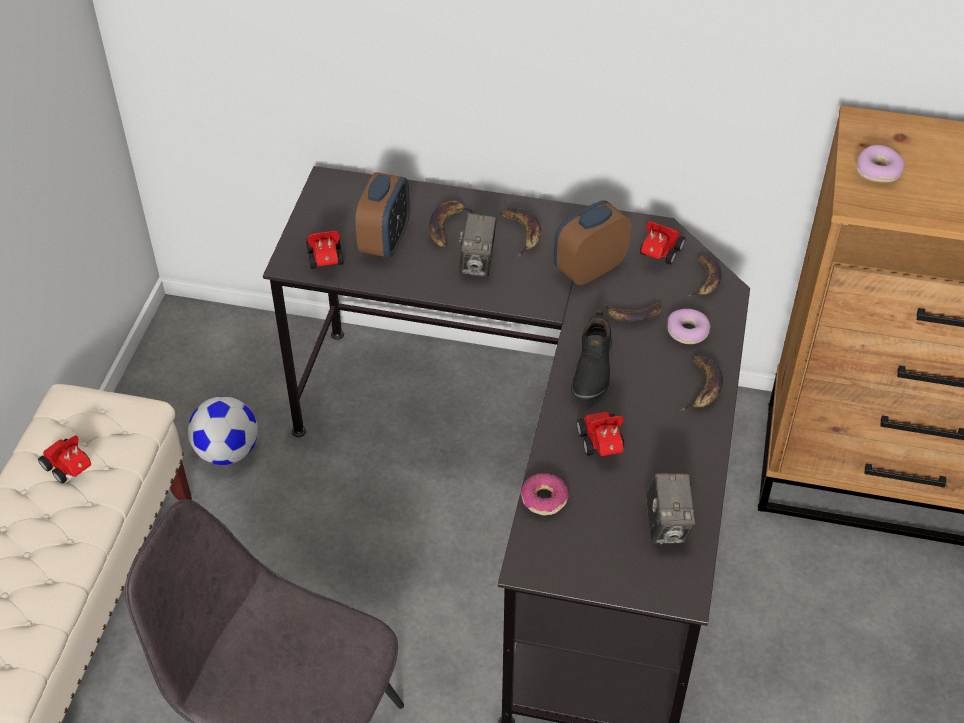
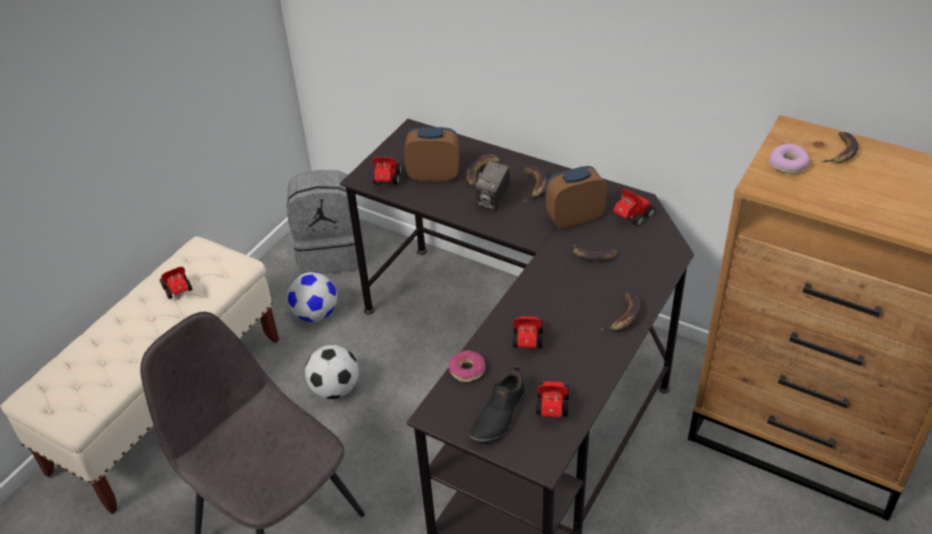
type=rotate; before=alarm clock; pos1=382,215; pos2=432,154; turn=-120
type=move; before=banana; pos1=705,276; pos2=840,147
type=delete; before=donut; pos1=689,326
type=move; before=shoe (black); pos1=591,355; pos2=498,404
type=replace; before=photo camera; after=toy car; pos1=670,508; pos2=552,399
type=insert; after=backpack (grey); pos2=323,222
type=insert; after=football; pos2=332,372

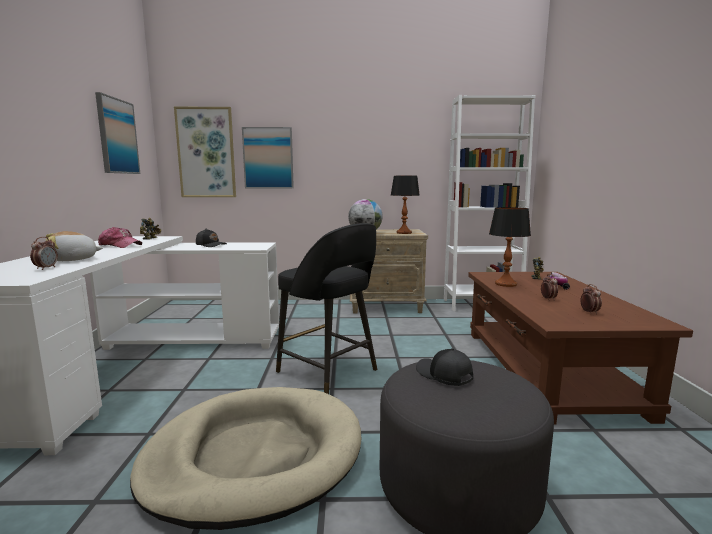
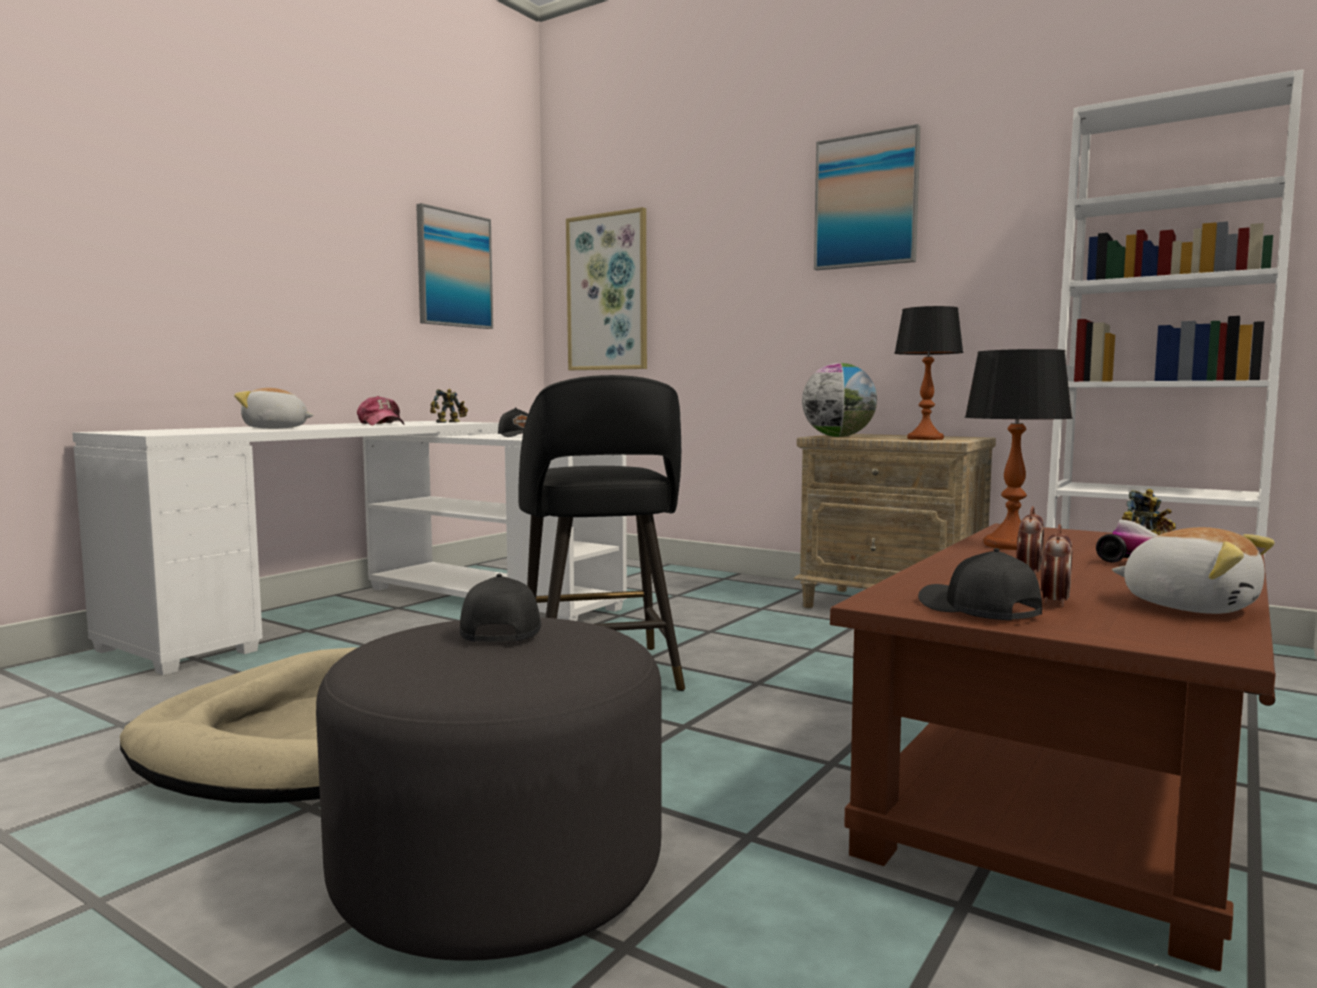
type=move; before=picture; pos1=268,158; pos2=867,197
type=delete; before=alarm clock; pos1=44,253
type=insert; after=plush toy; pos2=1193,570
type=insert; after=cap (black); pos2=980,584

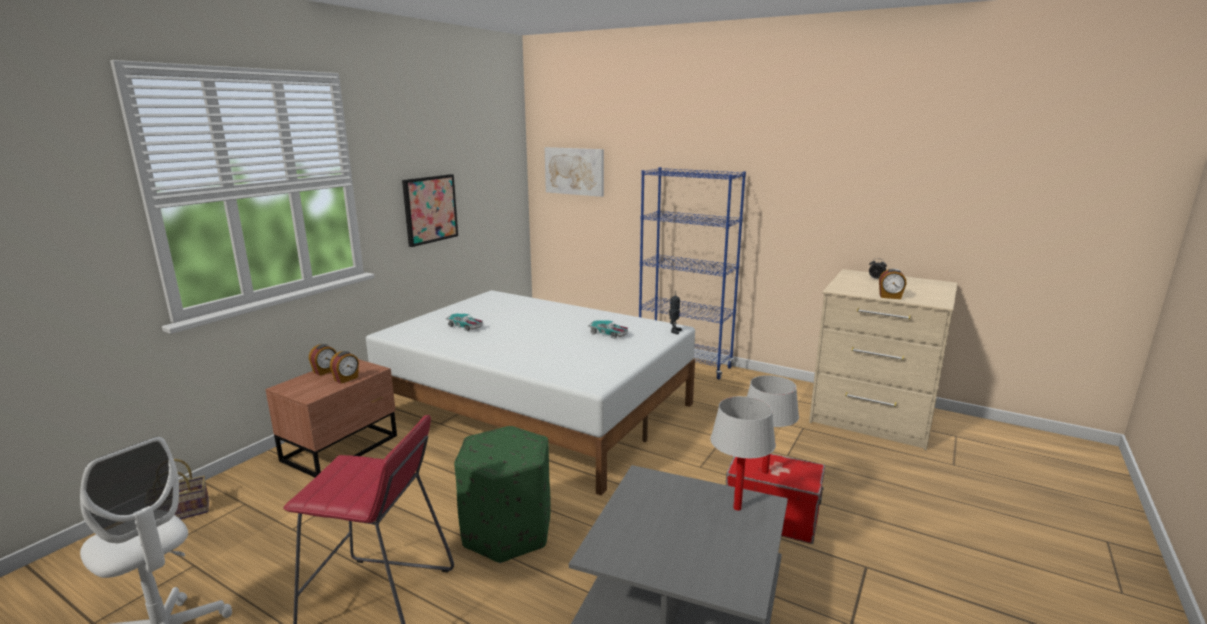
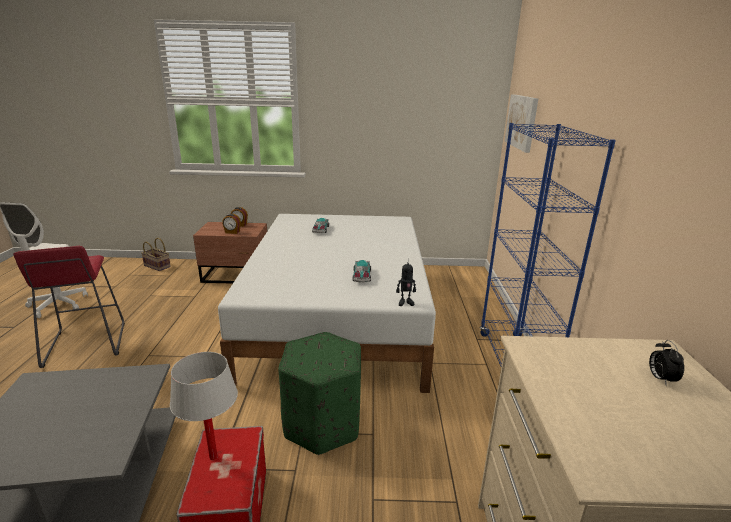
type=delete; before=picture; pos1=430,210
type=delete; before=alarm clock; pos1=892,284
type=delete; before=table lamp (white); pos1=743,453
type=move; before=ottoman (green); pos1=502,494; pos2=319,393

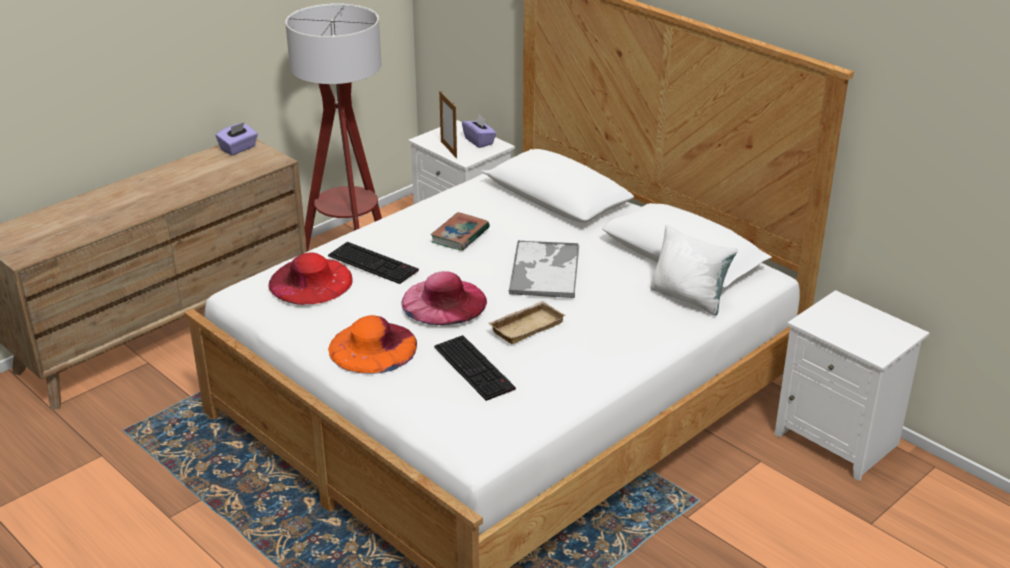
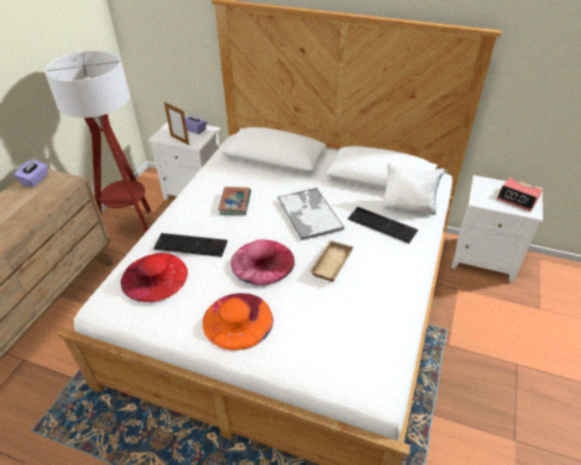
type=move; before=keyboard; pos1=475,368; pos2=383,225
type=insert; after=alarm clock; pos2=519,195

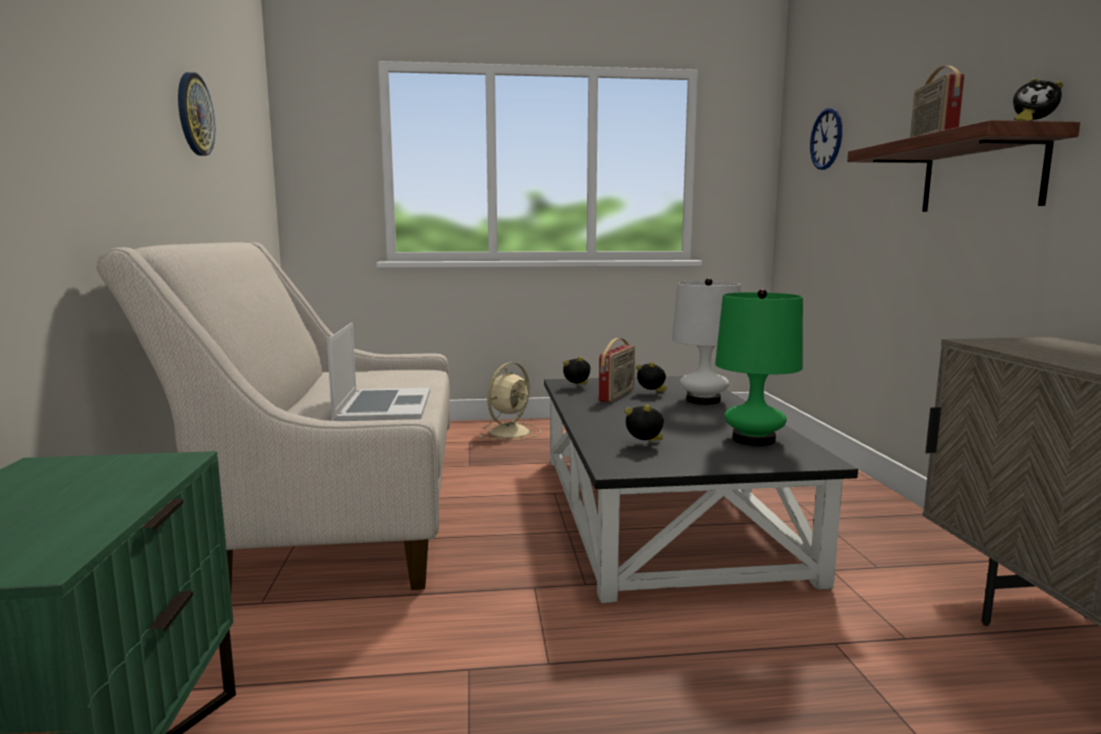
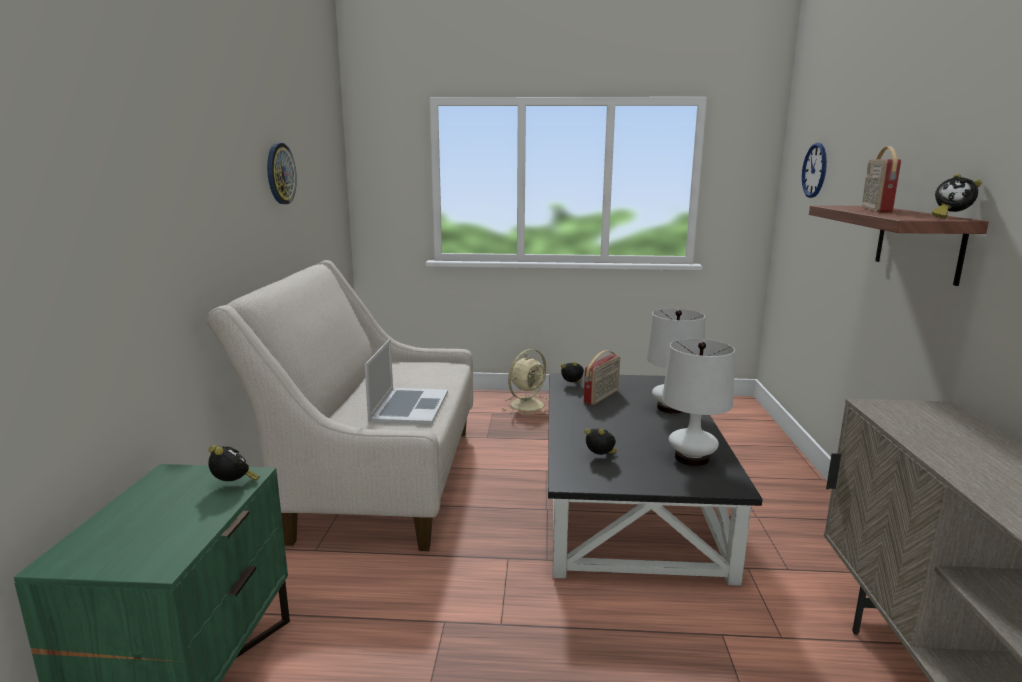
type=recolor; before=table lamp (green); after=table lamp (white); pos1=759,367; pos2=698,402
type=move; before=alarm clock; pos1=651,377; pos2=234,463

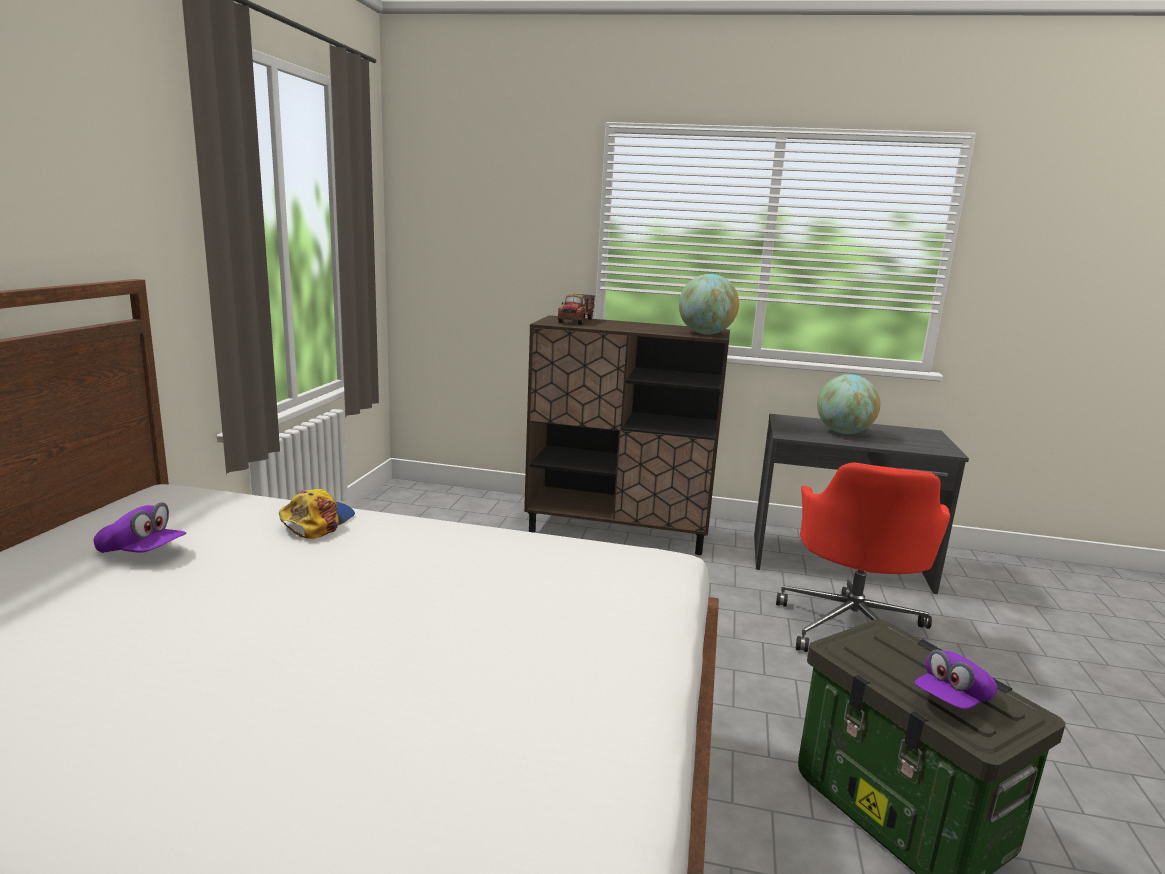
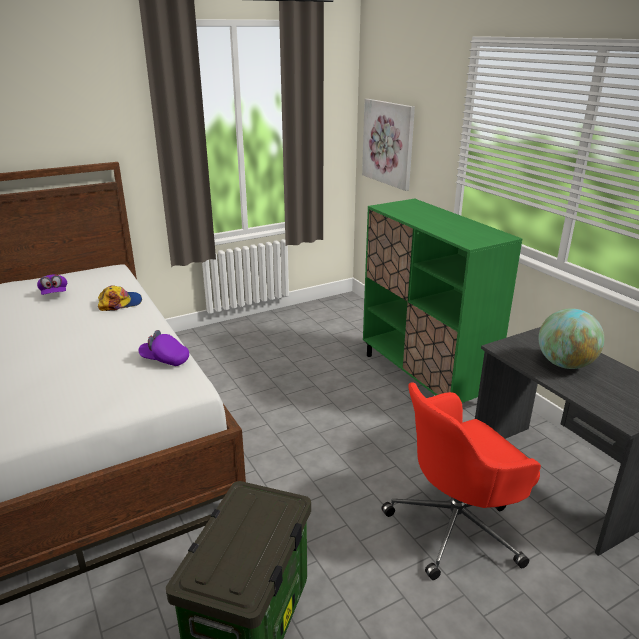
type=delete; before=globe; pos1=709,304
type=delete; before=toy truck; pos1=576,309
type=recolor; before=cabinet (brown); after=cabinet (green); pos1=627,435; pos2=442,301
type=move; before=cap (purple); pos1=955,679; pos2=164,348
type=insert; after=picture; pos2=388,145

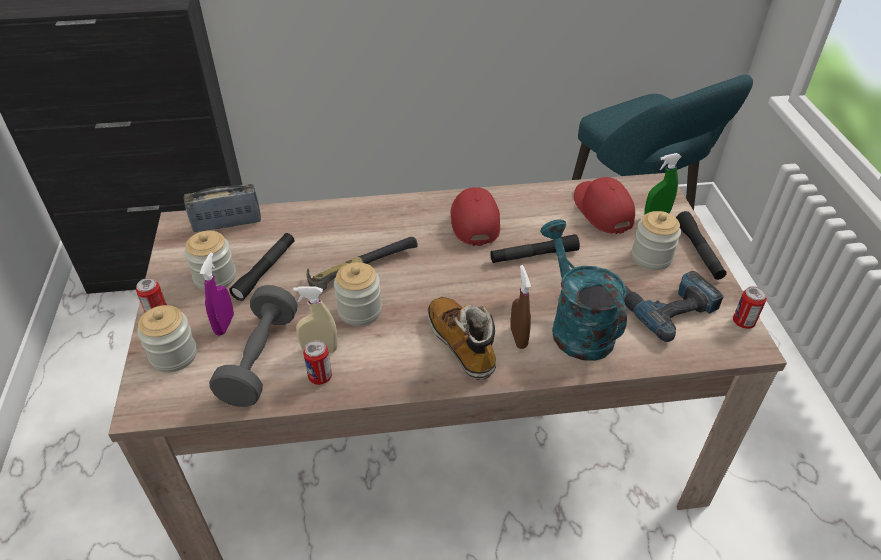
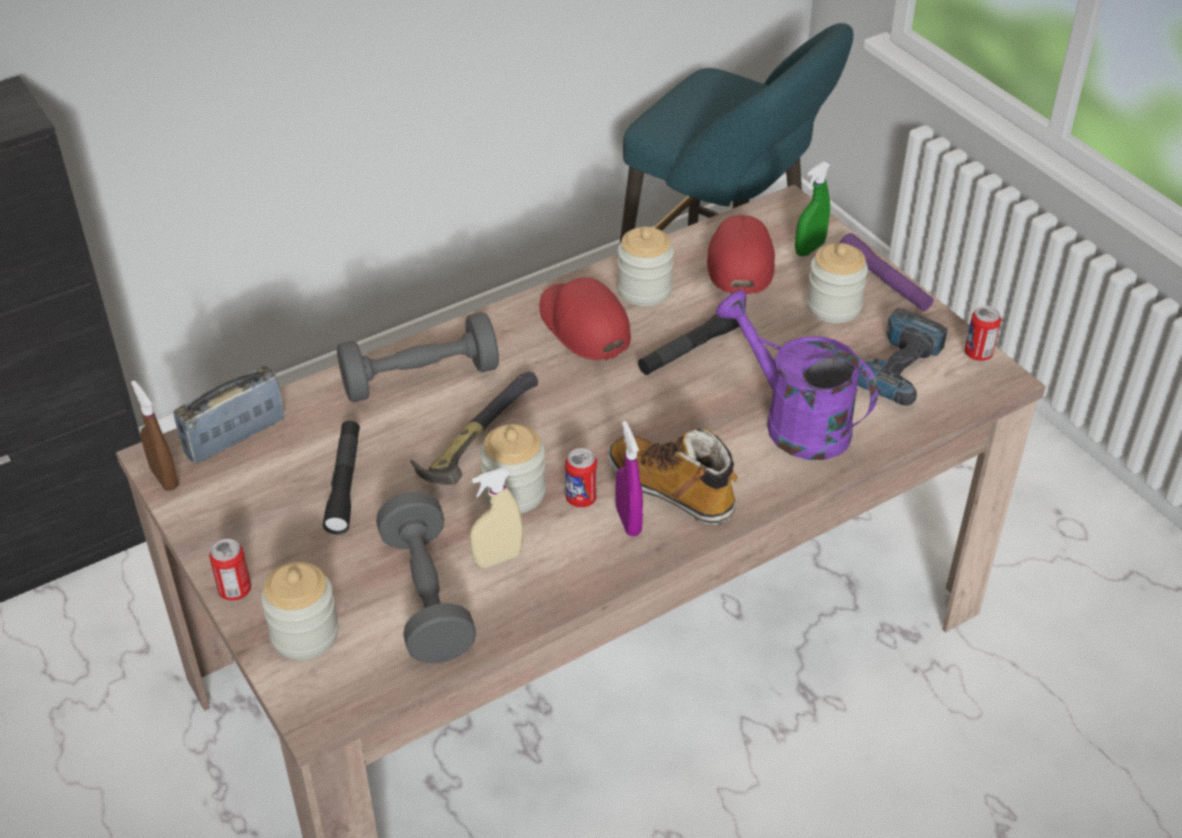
type=rotate; before=cap (red); pos1=604,205; pos2=741,254; turn=45
type=recolor; before=flashlight (black); after=flashlight (purple); pos1=701,245; pos2=886,272
type=recolor; before=watering can (turquoise); after=watering can (purple); pos1=583,290; pos2=797,375
type=move; before=jar; pos1=210,261; pos2=645,266
type=move; before=spray bottle (purple); pos1=217,294; pos2=629,478
type=move; before=spray bottle (brown); pos1=520,307; pos2=155,436
type=move; before=can; pos1=317,362; pos2=581,478
type=insert; after=dumbbell (grey); pos2=418,357

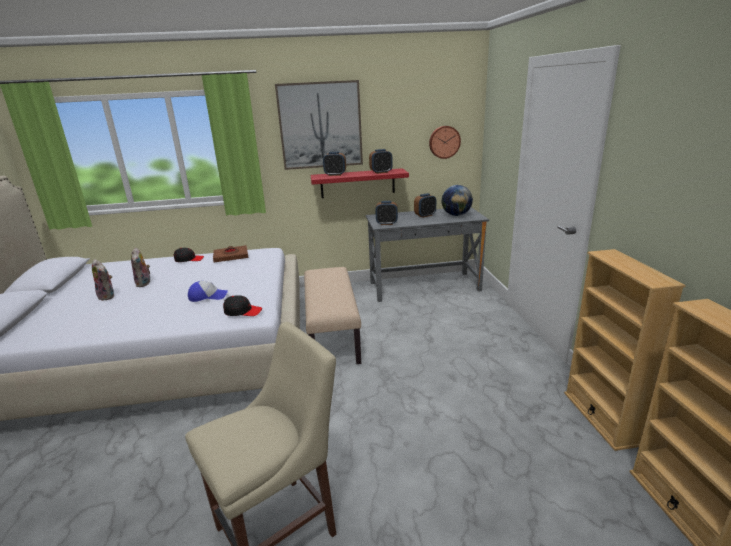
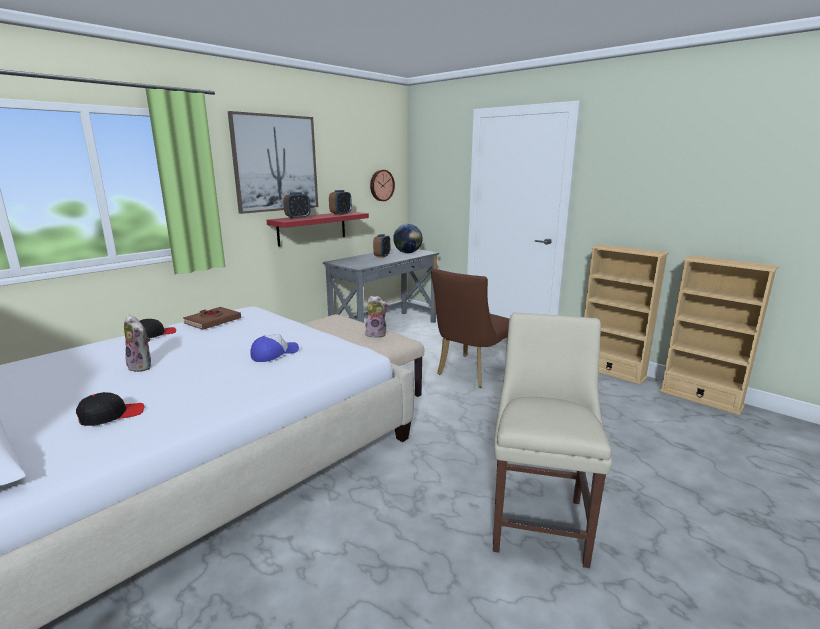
type=delete; before=alarm clock; pos1=386,213
type=move; before=plush toy; pos1=103,280; pos2=377,317
type=move; before=cap (black); pos1=242,305; pos2=110,409
type=insert; after=chair (brown); pos2=470,328

